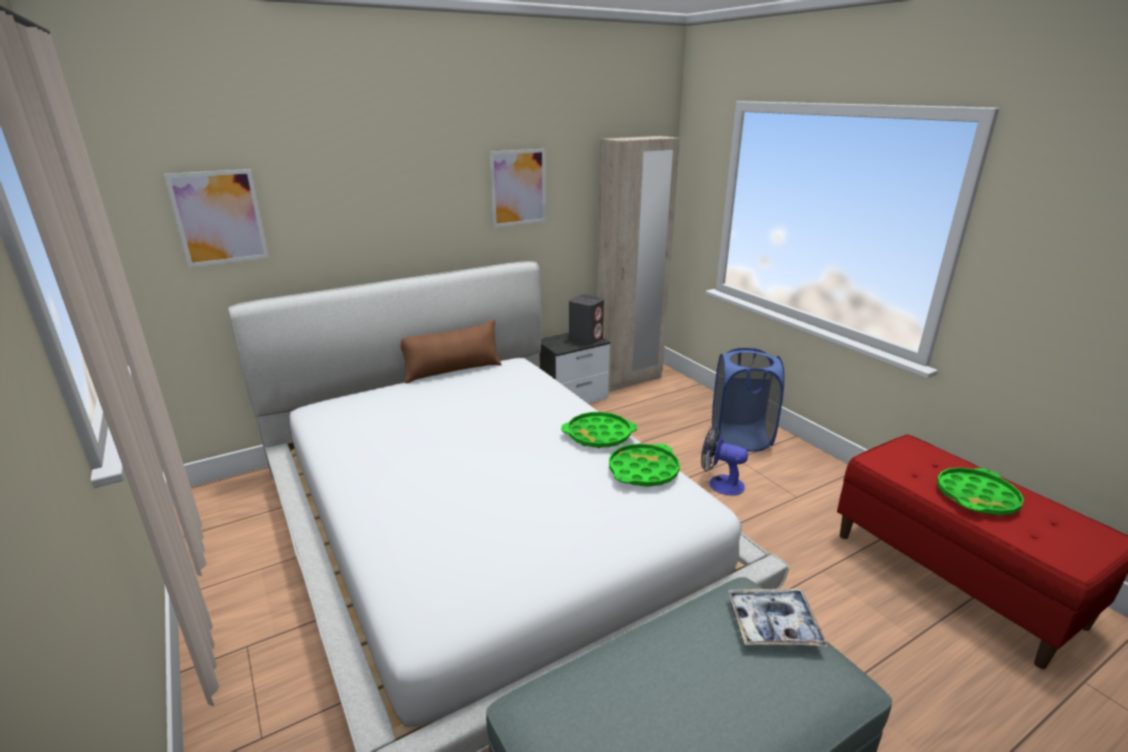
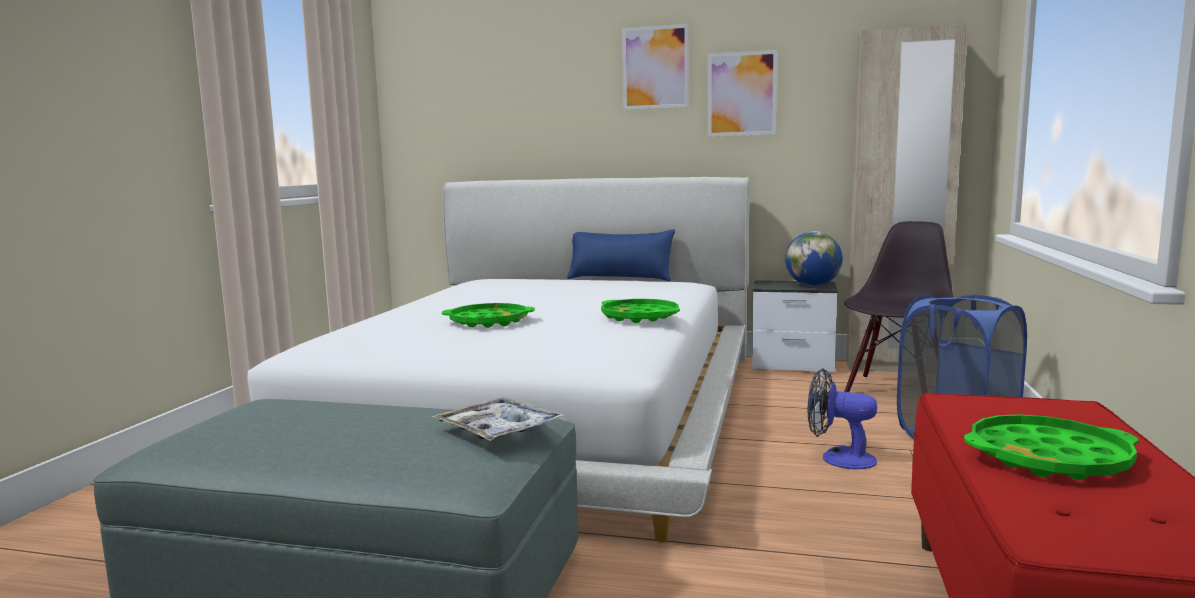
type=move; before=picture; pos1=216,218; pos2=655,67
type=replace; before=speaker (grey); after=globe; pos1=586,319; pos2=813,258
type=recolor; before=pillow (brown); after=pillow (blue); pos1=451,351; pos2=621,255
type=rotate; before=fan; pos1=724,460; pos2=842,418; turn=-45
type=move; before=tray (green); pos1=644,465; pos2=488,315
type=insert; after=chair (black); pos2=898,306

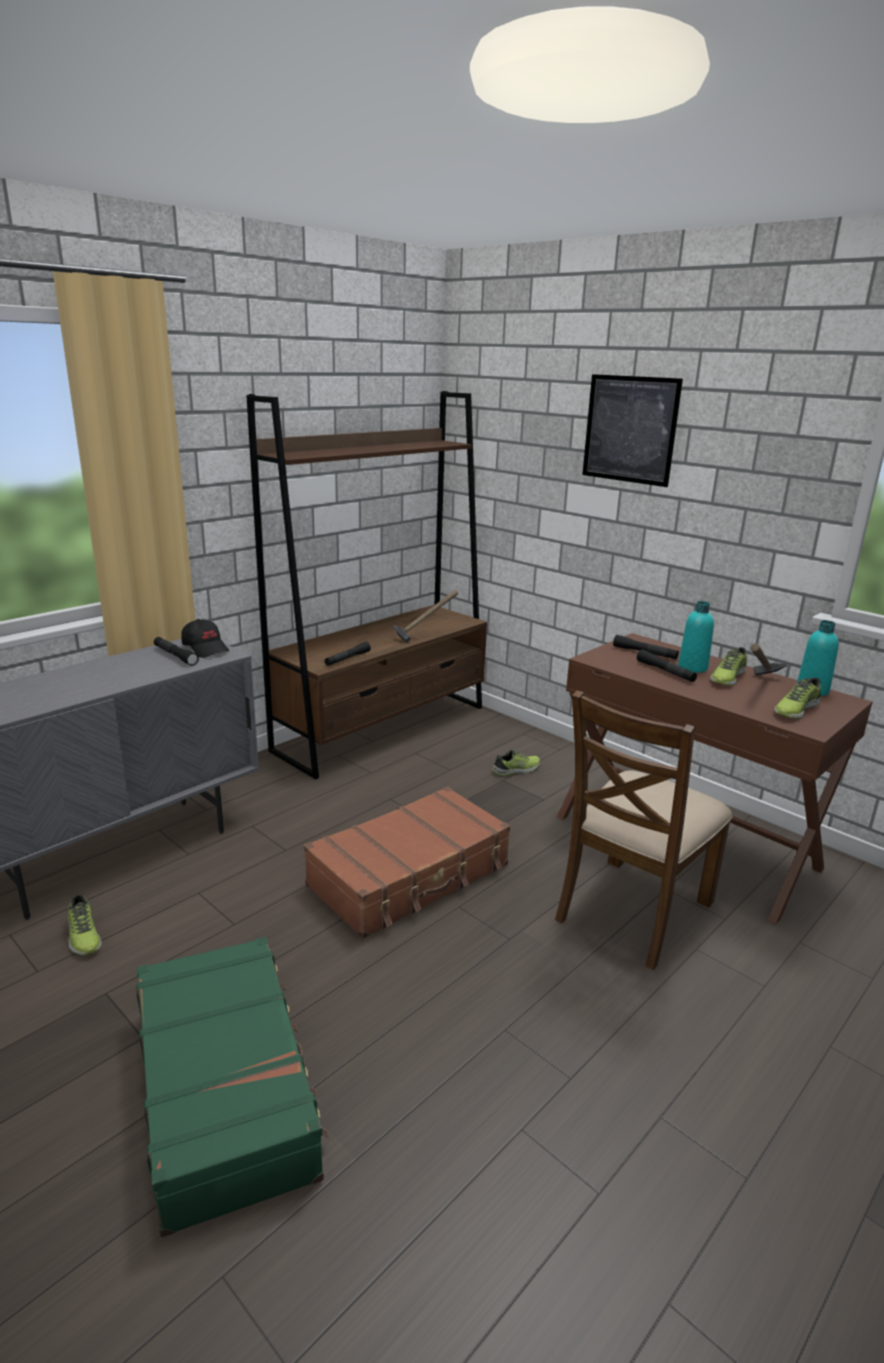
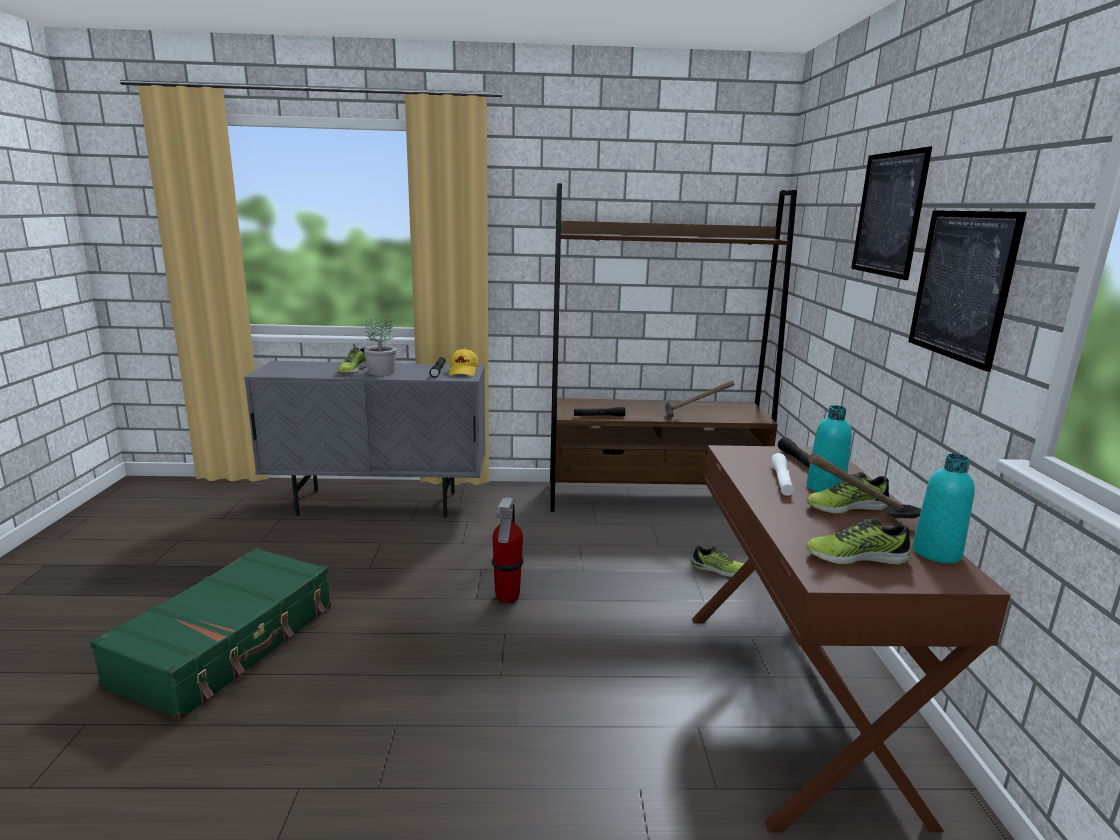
type=recolor; before=cap (black); after=cap (yellow); pos1=205,638; pos2=463,362
type=recolor; before=flashlight (black); after=flashlight (white); pos1=667,666; pos2=782,474
type=delete; before=chair (brown); pos1=643,830
type=replace; before=suitcase (brown); after=fire extinguisher; pos1=407,862; pos2=508,550
type=move; before=shoe; pos1=85,924; pos2=352,360
type=insert; after=picture; pos2=967,291
type=insert; after=potted plant; pos2=380,347

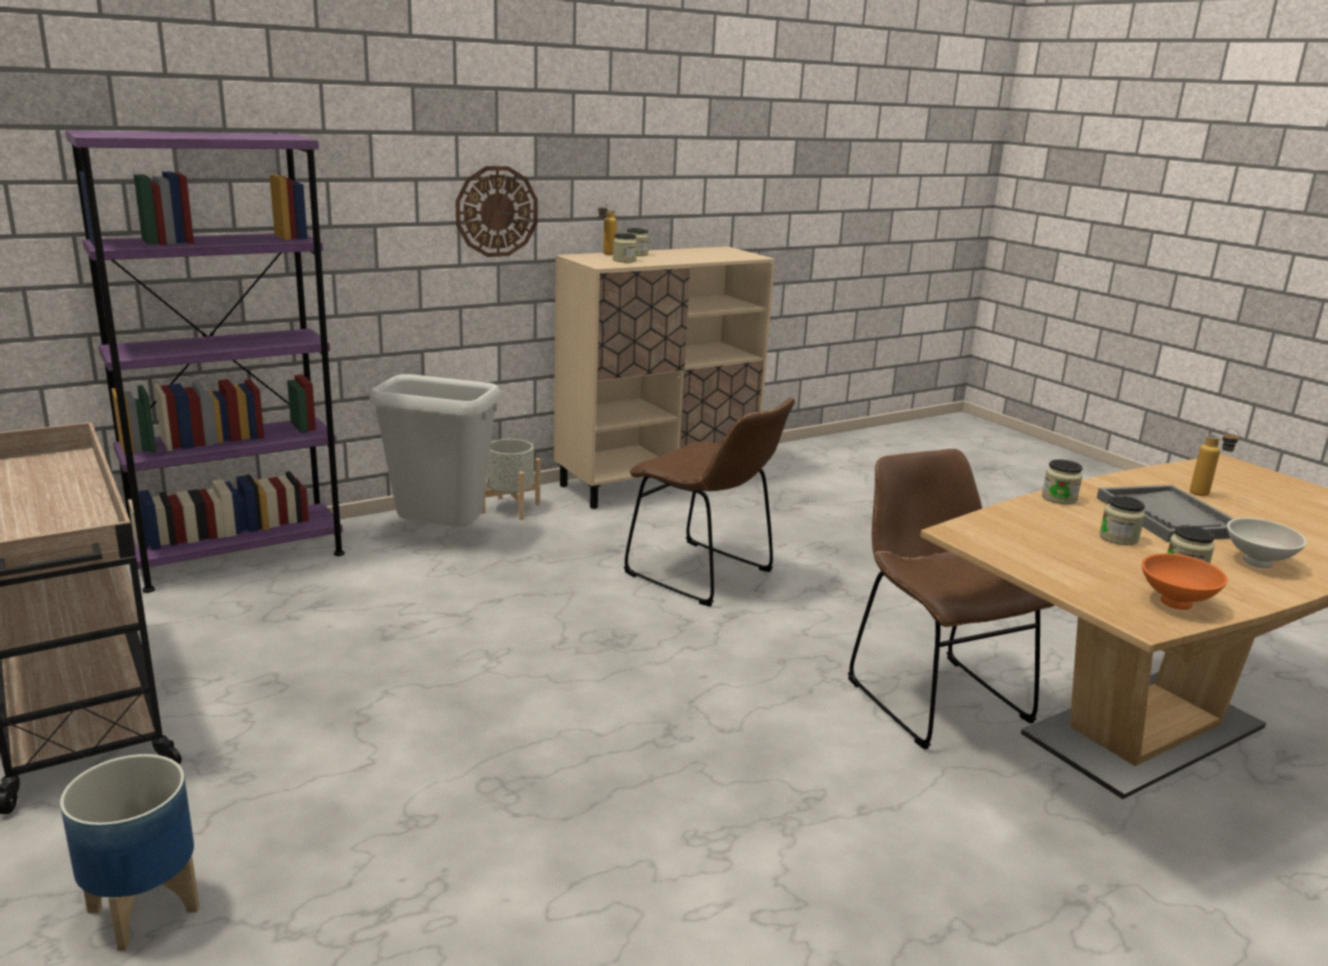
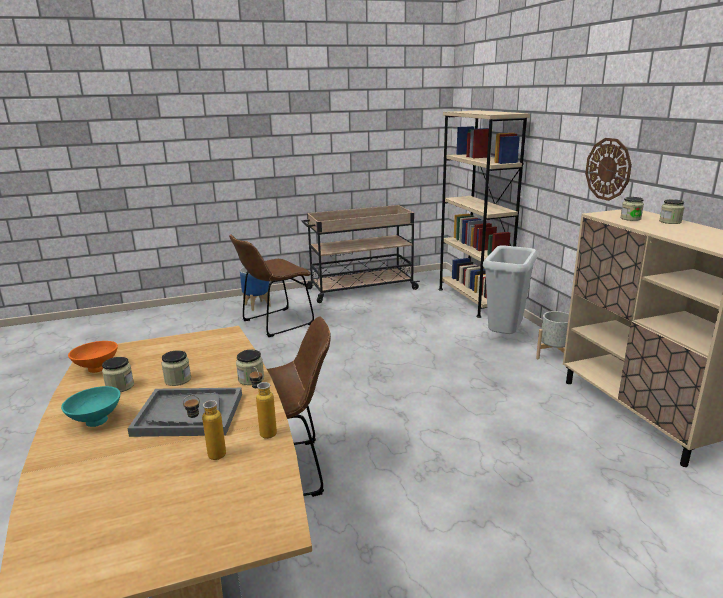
type=recolor; before=bookcase (purple); after=bookcase (beige); pos1=205,362; pos2=484,214
type=move; before=bottle; pos1=607,228; pos2=263,403
type=move; before=chair (brown); pos1=709,502; pos2=271,286
type=recolor; before=bowl (white); after=bowl (turquoise); pos1=1267,543; pos2=90,406

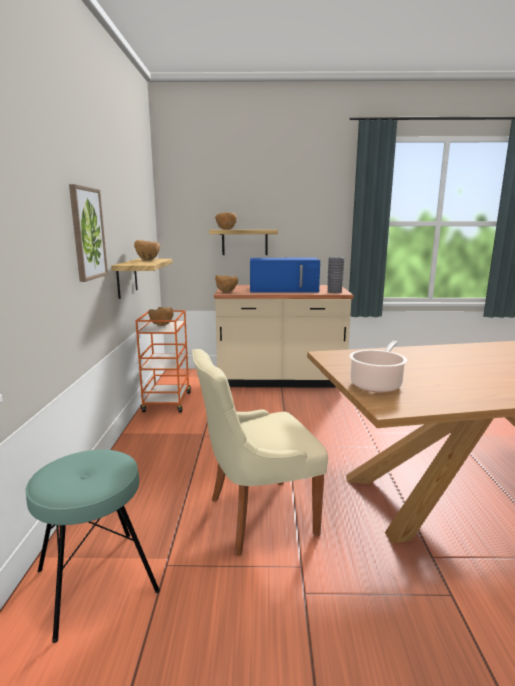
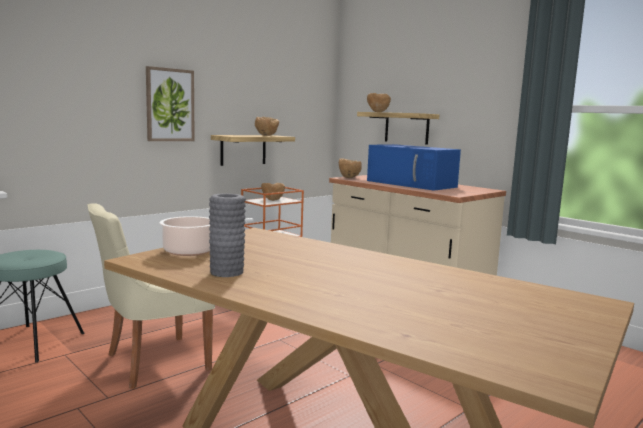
type=move; before=vase (grey); pos1=336,275; pos2=227,235
type=rotate; before=chair (beige); pos1=260,452; pos2=151,296; turn=-60

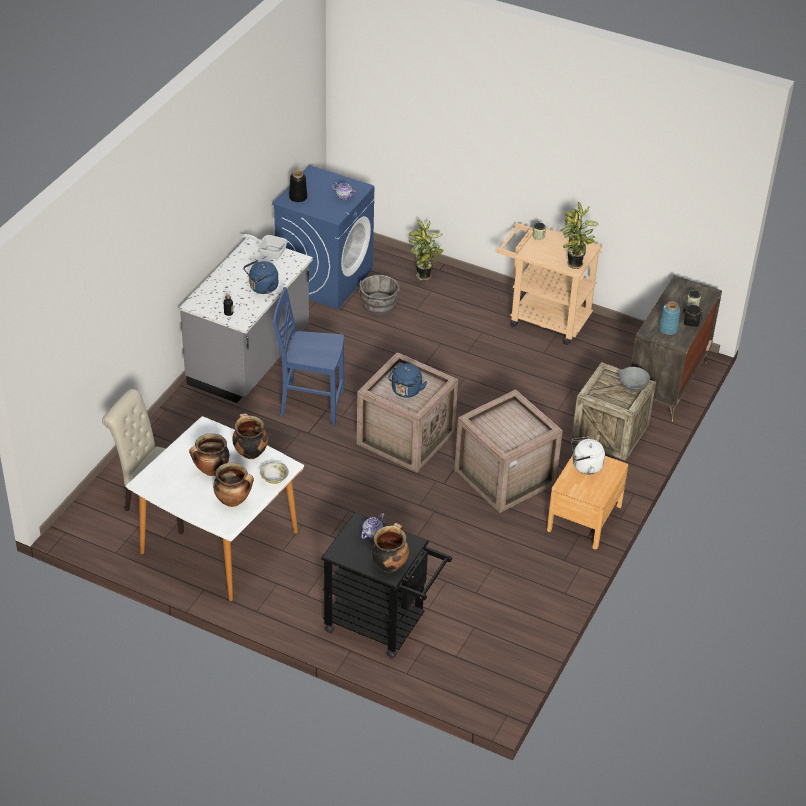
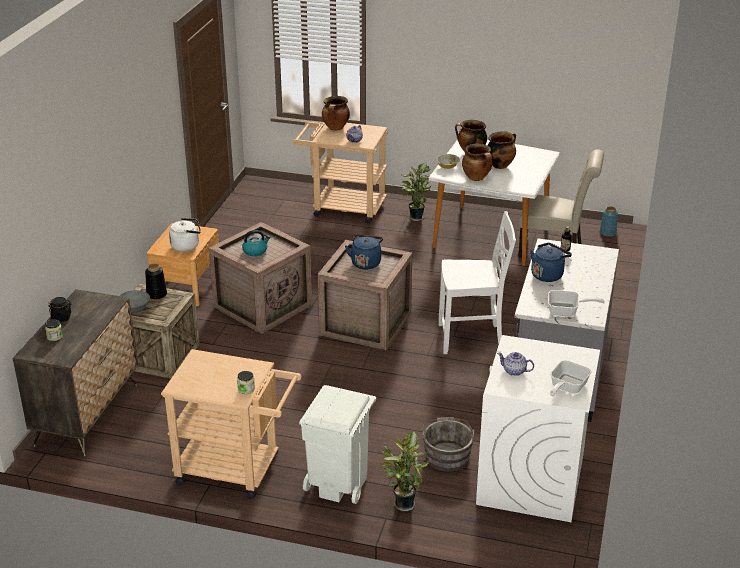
type=recolor; before=washing machine (blue); after=washing machine (white); pos1=323,237; pos2=538,428
type=move; before=vase (black); pos1=298,186; pos2=156,281
type=move; before=potted plant; pos1=578,235; pos2=416,191
type=recolor; before=chair (blue); after=chair (white); pos1=308,356; pos2=477,282
type=move; before=vase (blue); pos1=669,318; pos2=609,221
type=recolor; before=cart (black); after=cart (beige); pos1=386,586; pos2=339,173
type=insert; after=kettle; pos2=256,243
type=insert; after=frying pan; pos2=571,378
type=insert; after=trash can (white); pos2=337,444

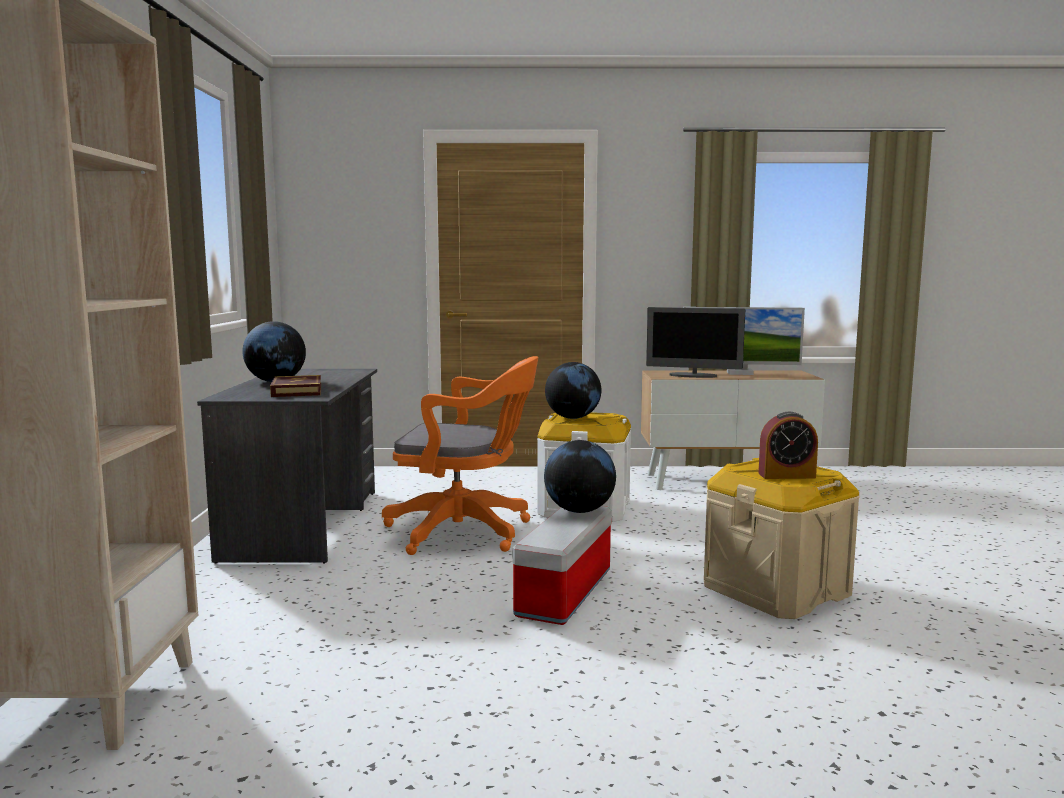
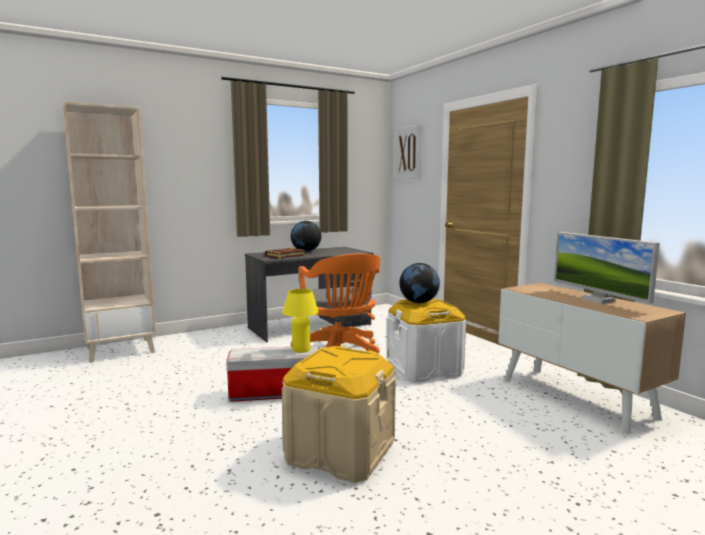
type=delete; before=monitor; pos1=695,342
type=delete; before=alarm clock; pos1=788,445
type=replace; before=globe; after=table lamp (yellow); pos1=580,476; pos2=300,321
type=insert; after=picture; pos2=408,152

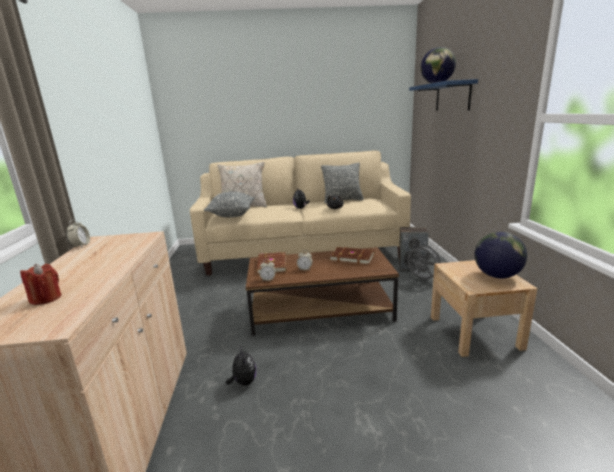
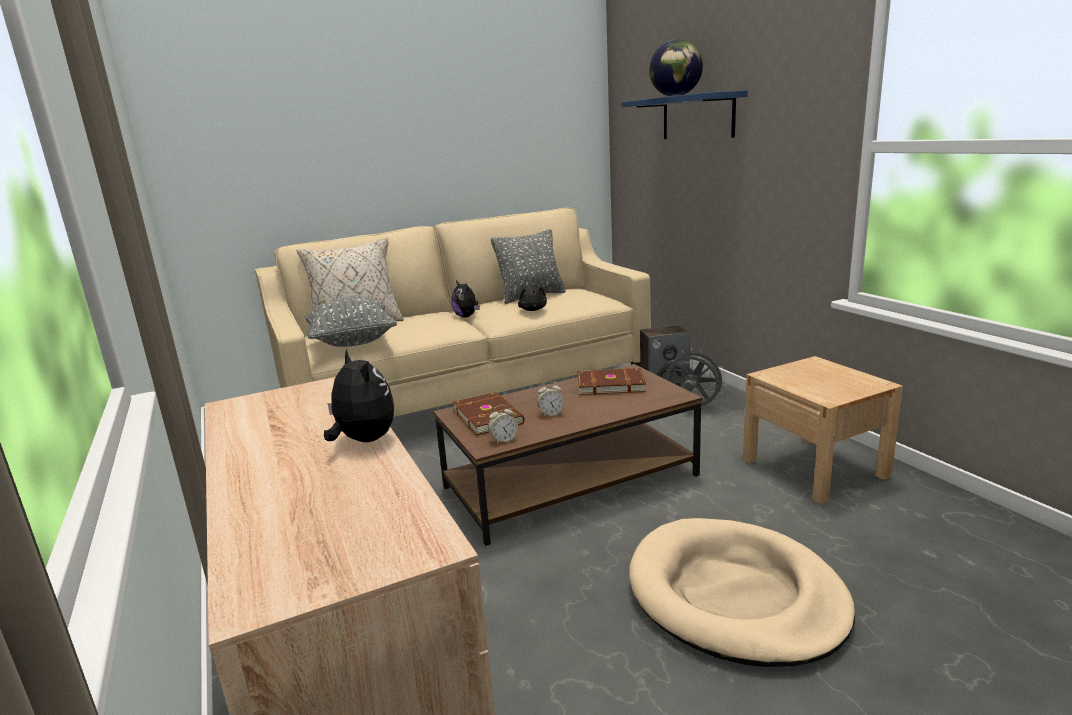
type=delete; before=alarm clock; pos1=78,233
type=delete; before=globe; pos1=500,255
type=delete; before=candle (red); pos1=40,284
type=move; before=plush toy; pos1=241,365; pos2=359,395
type=insert; after=dog bed (beige); pos2=742,592

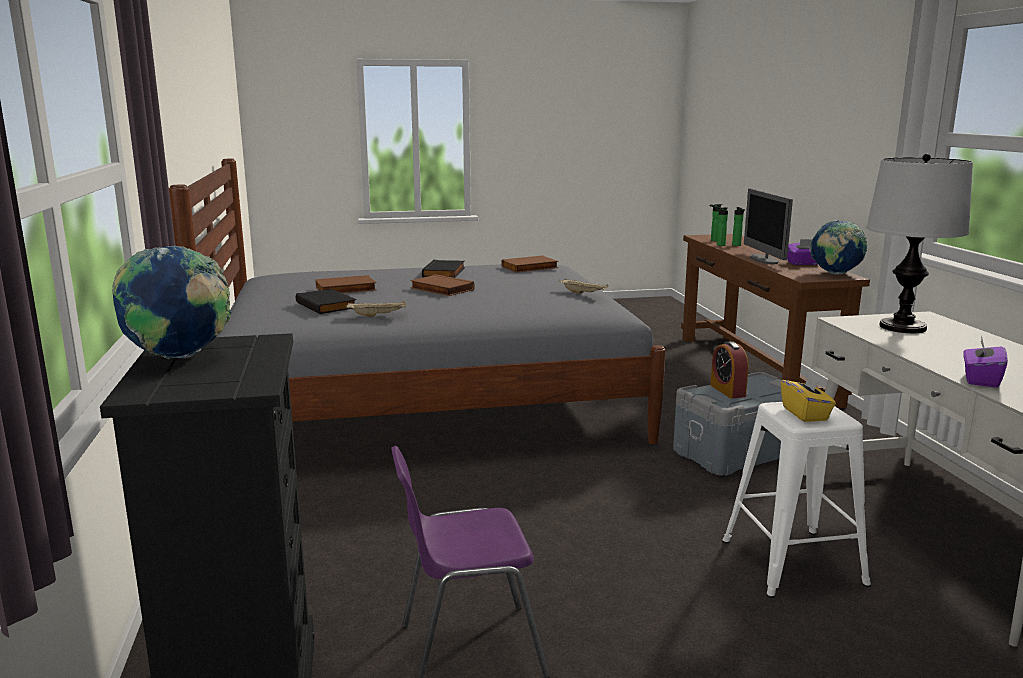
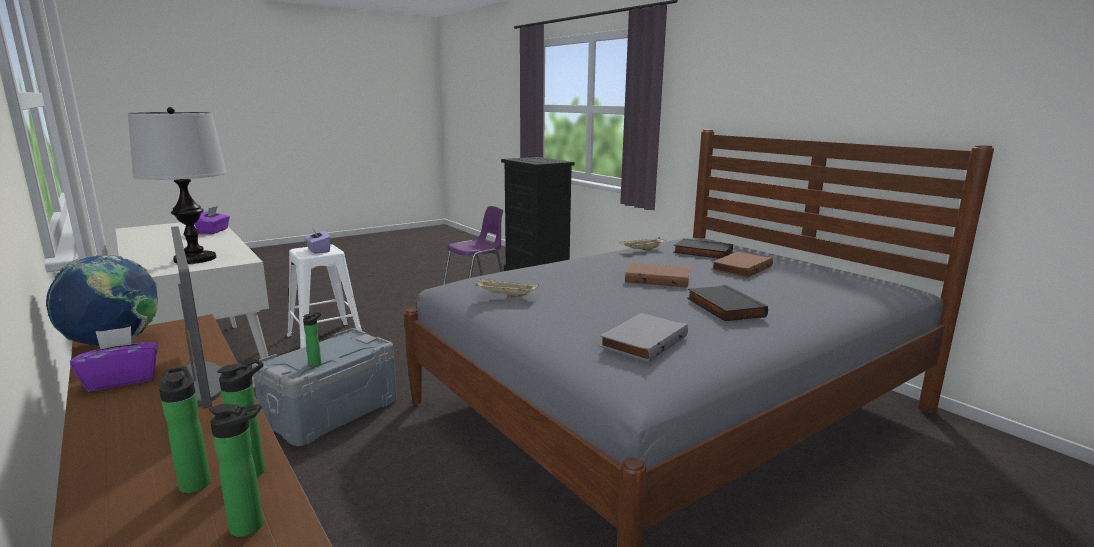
type=delete; before=globe; pos1=171,302
type=recolor; before=book (brown); after=book (grey); pos1=529,264; pos2=644,337
type=delete; before=alarm clock; pos1=729,370
type=recolor; before=tissue box (yellow); after=tissue box (purple); pos1=808,397; pos2=318,241
type=insert; after=bottle; pos2=312,339

